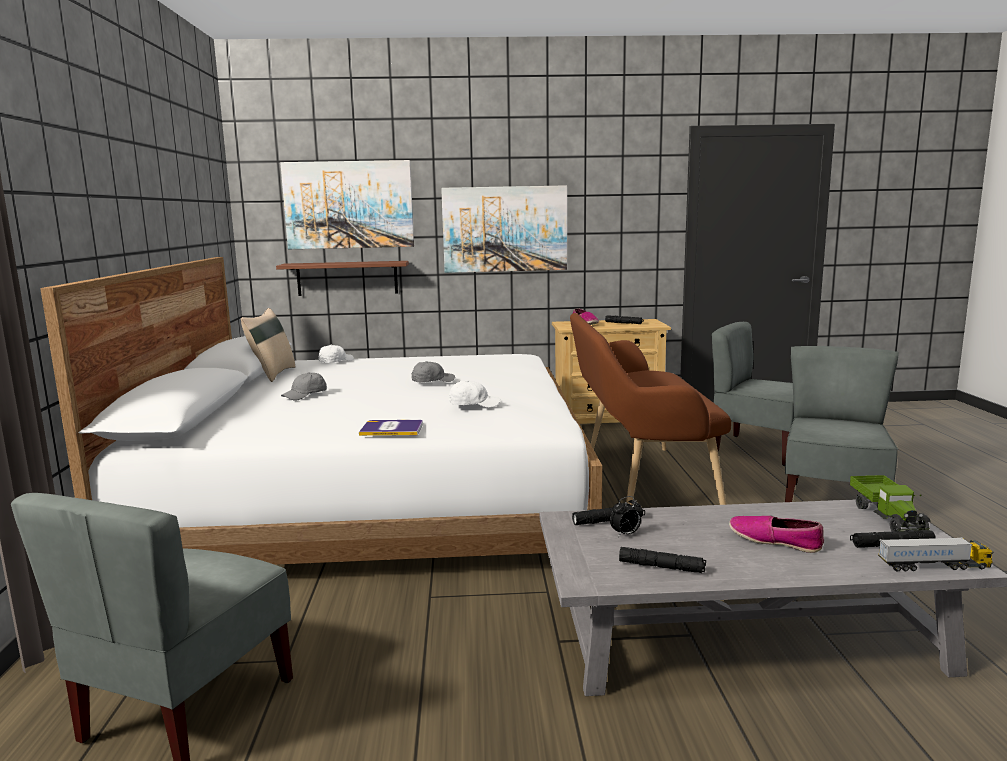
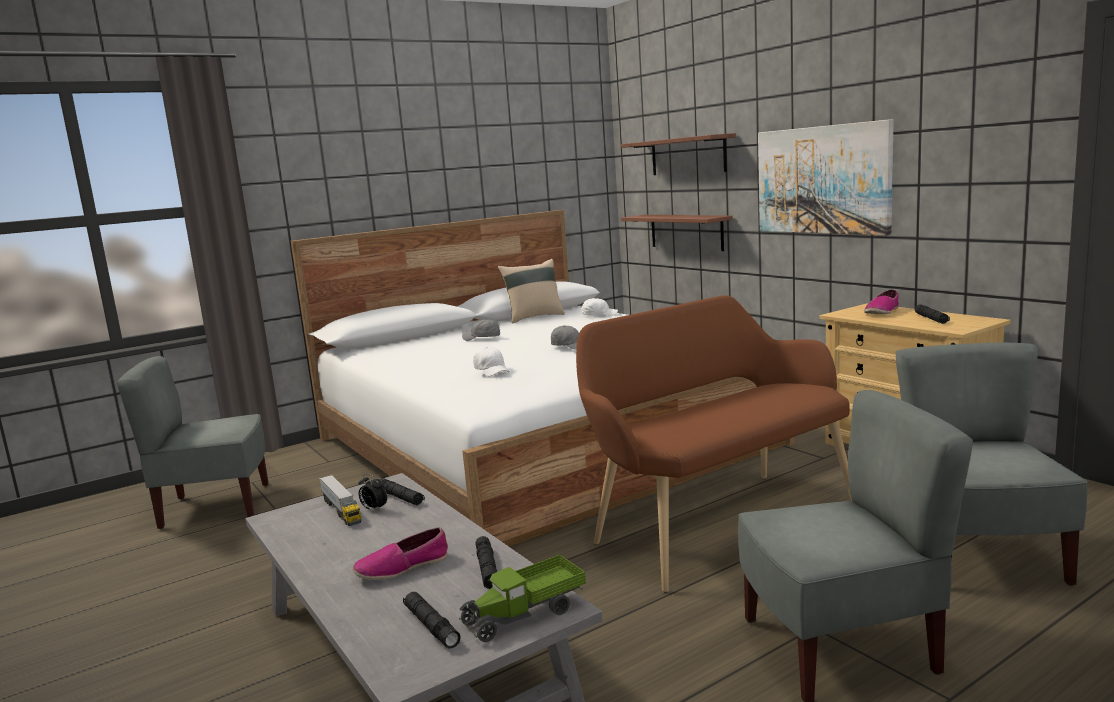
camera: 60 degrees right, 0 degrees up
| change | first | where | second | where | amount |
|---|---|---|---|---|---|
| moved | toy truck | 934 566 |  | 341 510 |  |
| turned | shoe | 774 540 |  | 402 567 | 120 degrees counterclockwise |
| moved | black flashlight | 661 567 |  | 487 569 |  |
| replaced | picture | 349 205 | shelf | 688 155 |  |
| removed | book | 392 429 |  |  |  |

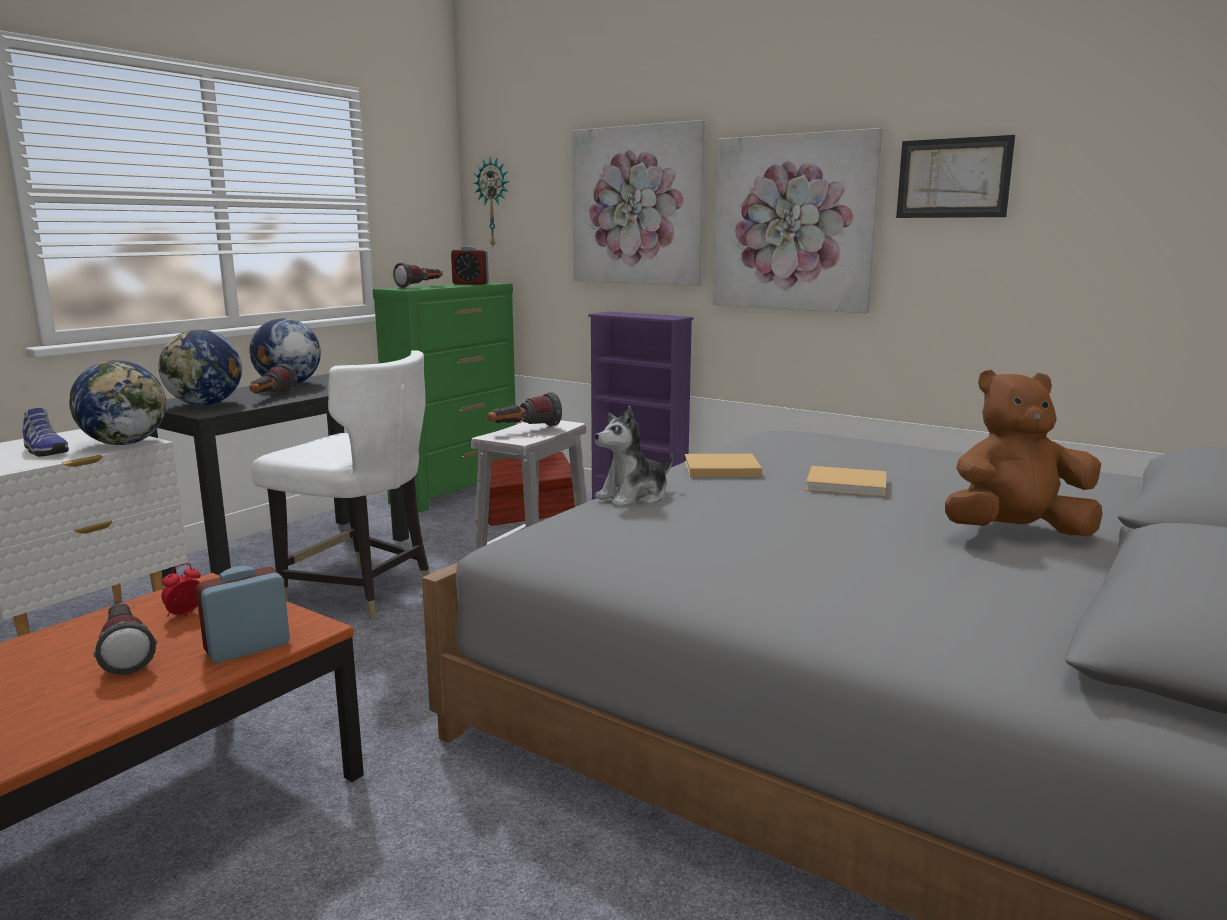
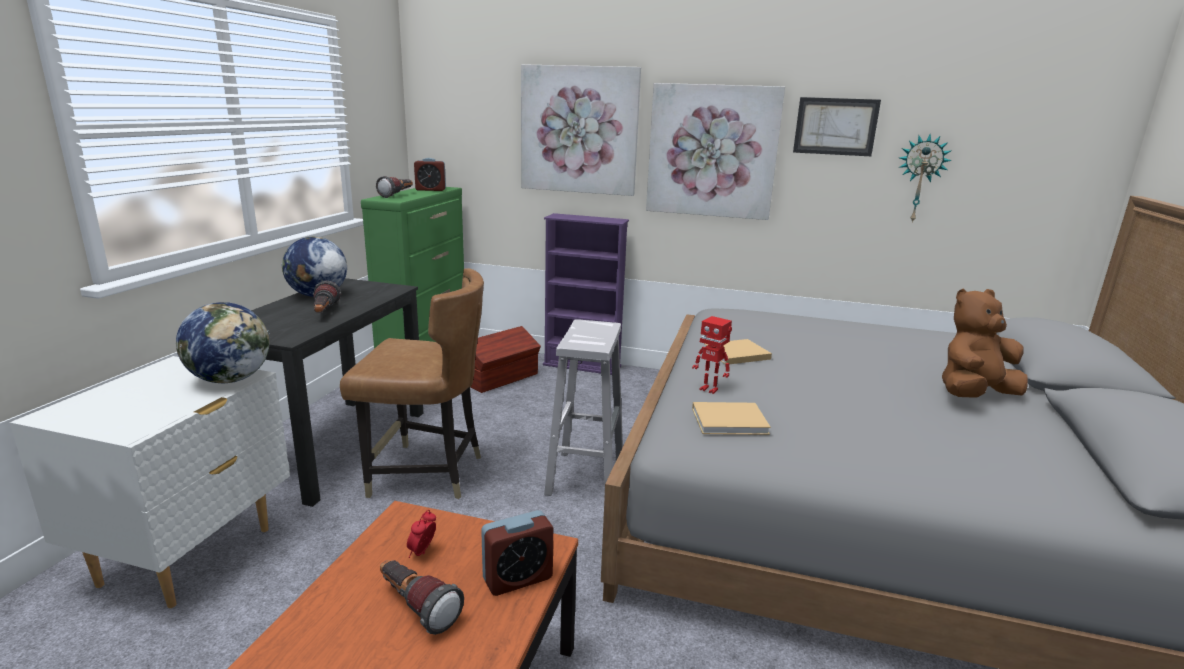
camera: 20 degrees left, 5 degrees up
| change | first | where | second | where | amount |
|---|---|---|---|---|---|
| recoloured | white chair | 360 593 | brown chair | 426 473 |  |
| turned | alarm clock | 247 648 |  | 517 578 | 150 degrees counterclockwise |
| replaced | plush toy | 633 497 | toy robot | 709 389 |  |
| moved | beige book | 849 485 |  | 731 421 |  |
| moved | wall clock | 494 202 |  | 920 178 |  |
| removed | shoe | 44 451 |  |  |  |
| removed | globe | 205 404 |  |  |  |
| removed | flashlight | 524 430 |  |  |  |

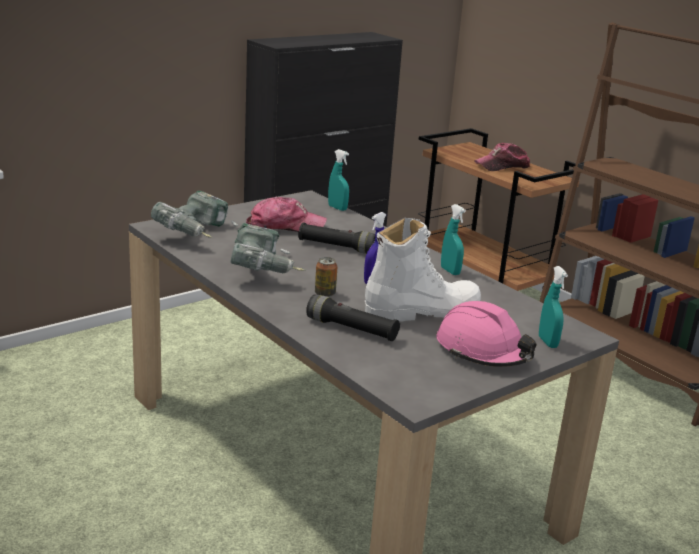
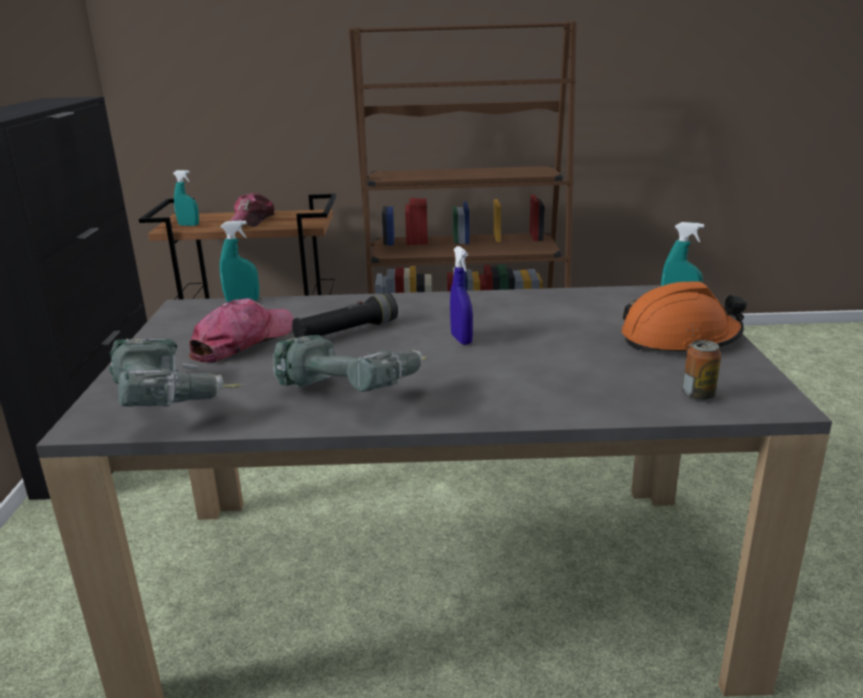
camera: 50 degrees left, 0 degrees up
| change | first | where | second | where | amount |
|---|---|---|---|---|---|
| moved | turquoise spray bottle | 450 271 |  | 189 225 |  |
| recoloured | pink hard hat | 483 351 | orange hard hat | 680 339 |  |
| moved | can | 325 294 |  | 698 395 |  |
| removed | black flashlight | 351 329 |  |  |  |
| removed | white boot | 421 311 |  |  |  |

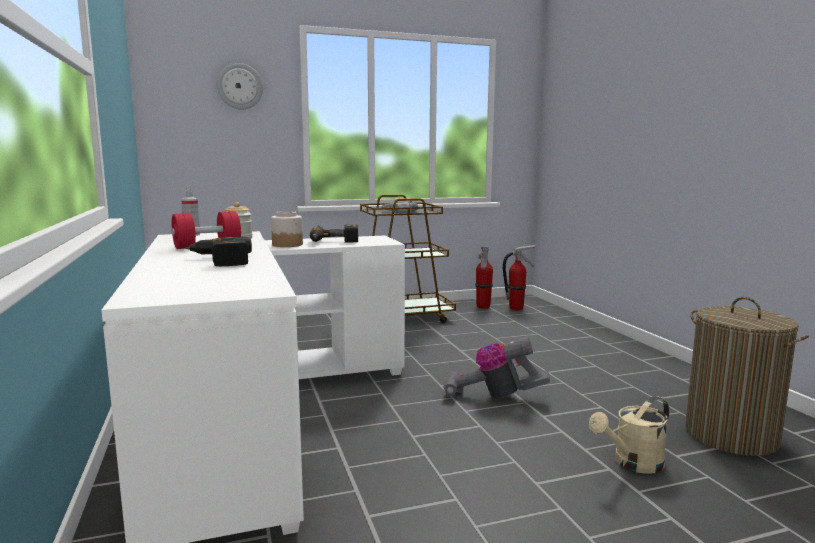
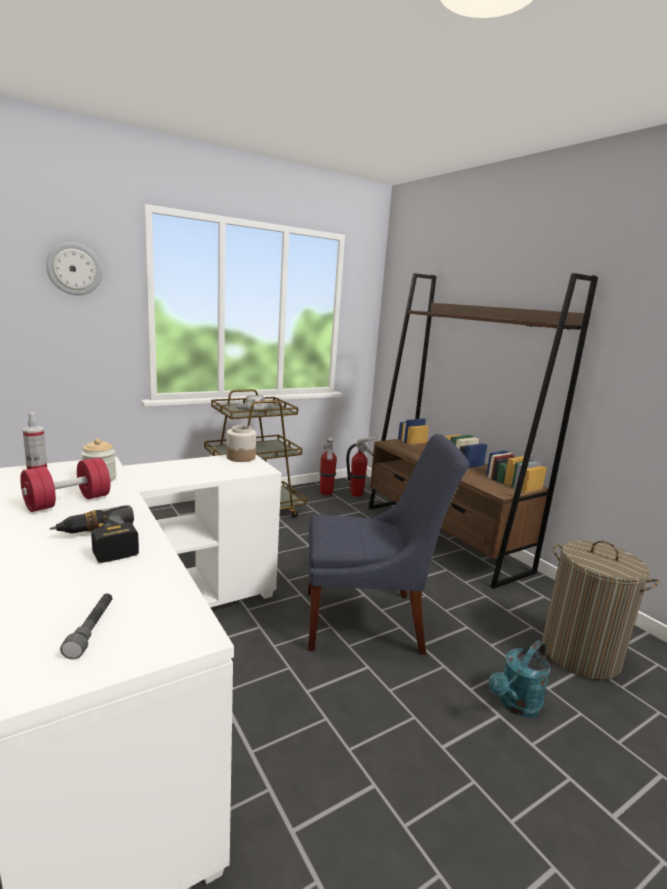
camera: 15 degrees left, 5 degrees up
| change | first | where | second | where | amount |
|---|---|---|---|---|---|
| added |  |  | grey flashlight | 91 631 |  |
| moved | jar | 287 245 |  | 241 457 |  |
| replaced | vacuum cleaner | 493 396 | blue chair | 369 621 |  |
| added |  |  | brown bookcase | 443 537 |  |
| recoloured | beige watering can | 632 464 | turquoise watering can | 516 705 |  |
| removed | power drill | 334 242 |  |  |  |

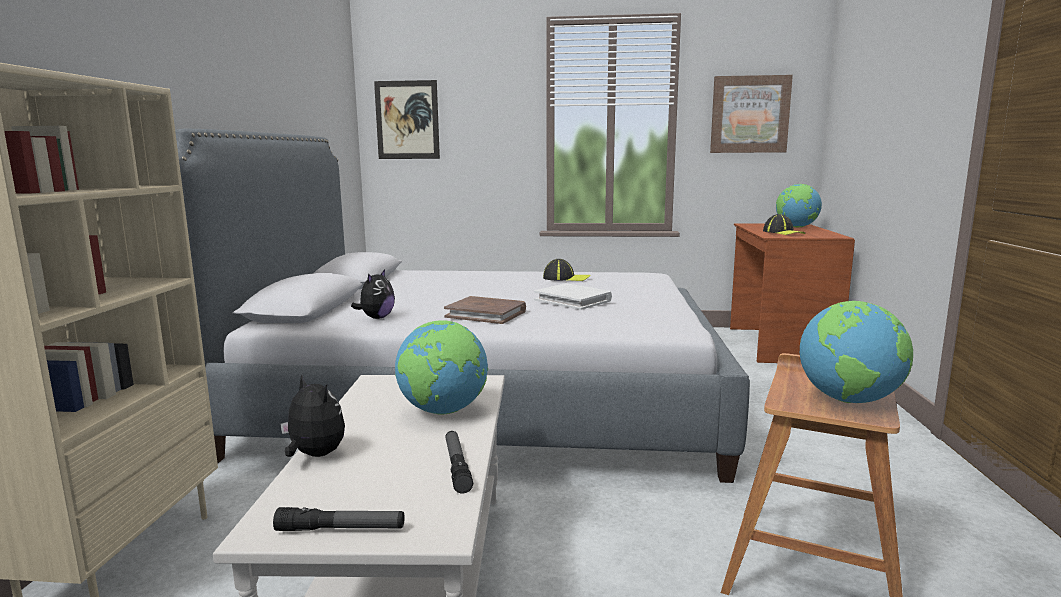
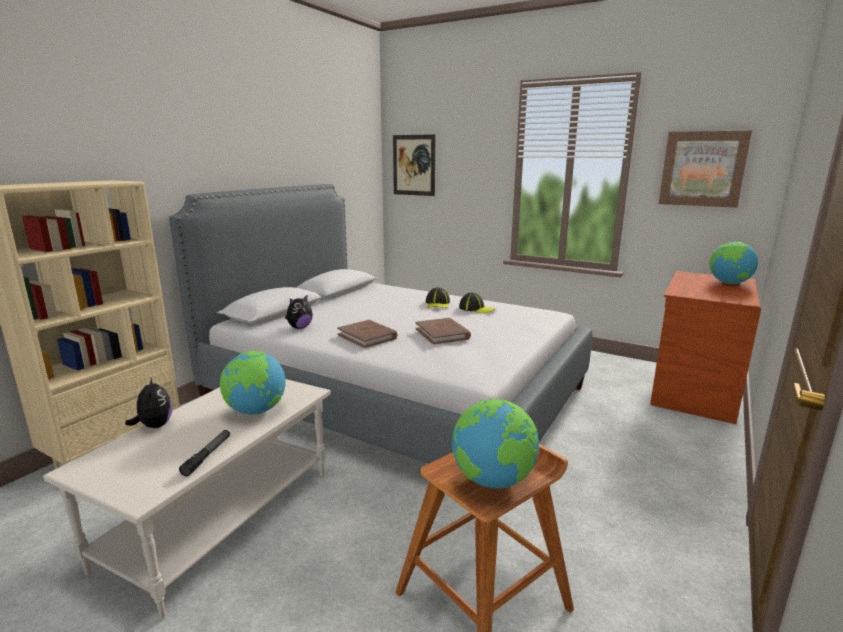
camera: 25 degrees right, 5 degrees up
| change | first | where | second | where | amount |
|---|---|---|---|---|---|
| recoloured | white book | 573 300 | brown book | 442 334 |  |
| moved | cap | 783 232 |  | 438 304 |  |
| removed | flashlight | 341 529 |  |  |  |

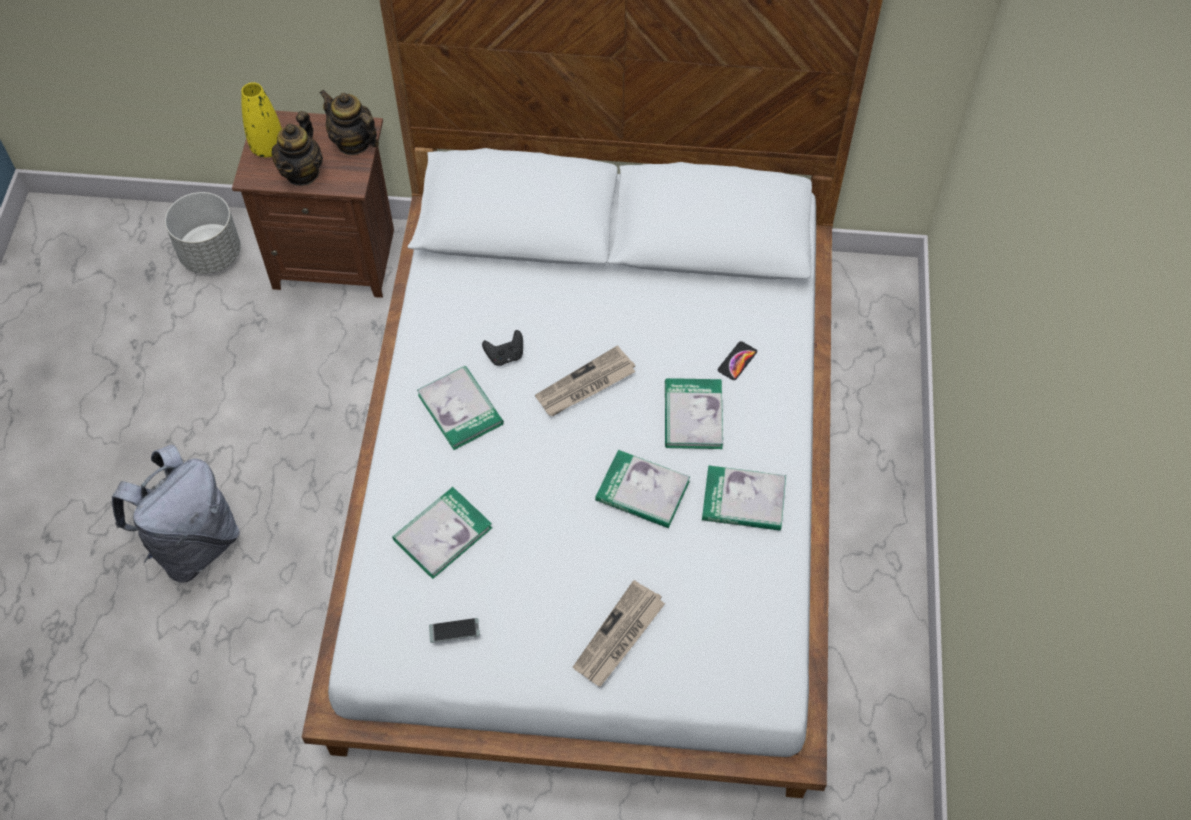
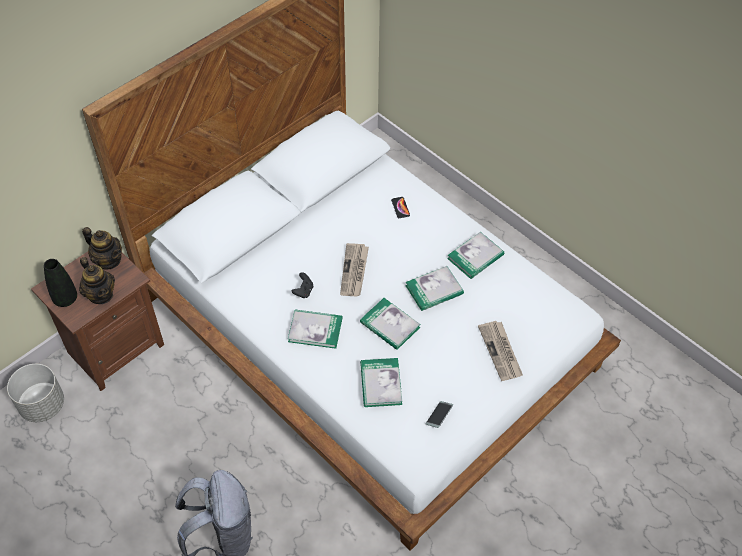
camera: 50 degrees left, 5 degrees down
| change | first | where | second | where | amount |
|---|---|---|---|---|---|
| recoloured | yellow vase | 268 148 | black vase | 65 299 |  |
| turned | teapot | 353 143 |  | 108 260 | 135 degrees counterclockwise |
| moved | book | 693 415 |  | 390 325 |  |

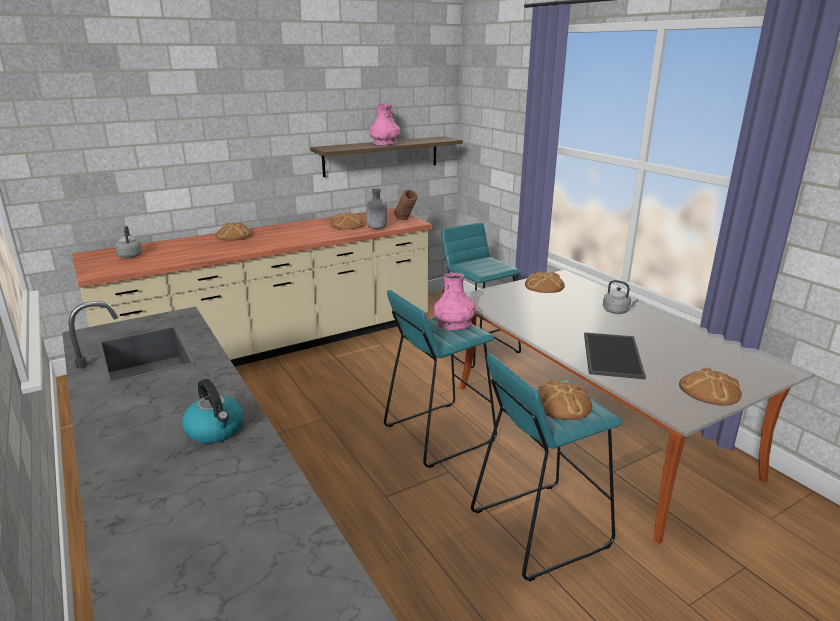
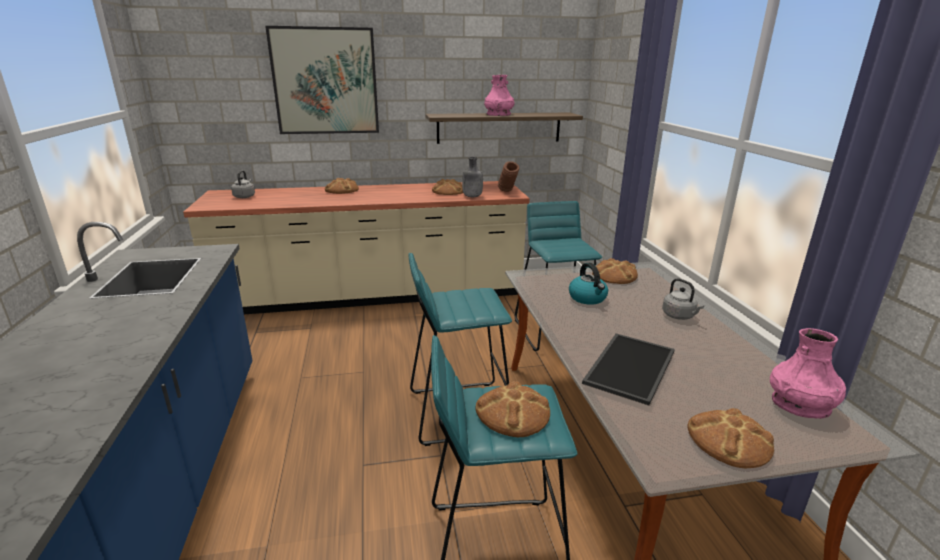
camera: 20 degrees right, 0 degrees up
| change | first | where | second | where | amount |
|---|---|---|---|---|---|
| added |  |  | picture | 325 81 |  |
| moved | kettle | 216 430 |  | 588 298 |  |
| moved | pink vase | 454 324 |  | 800 405 |  |

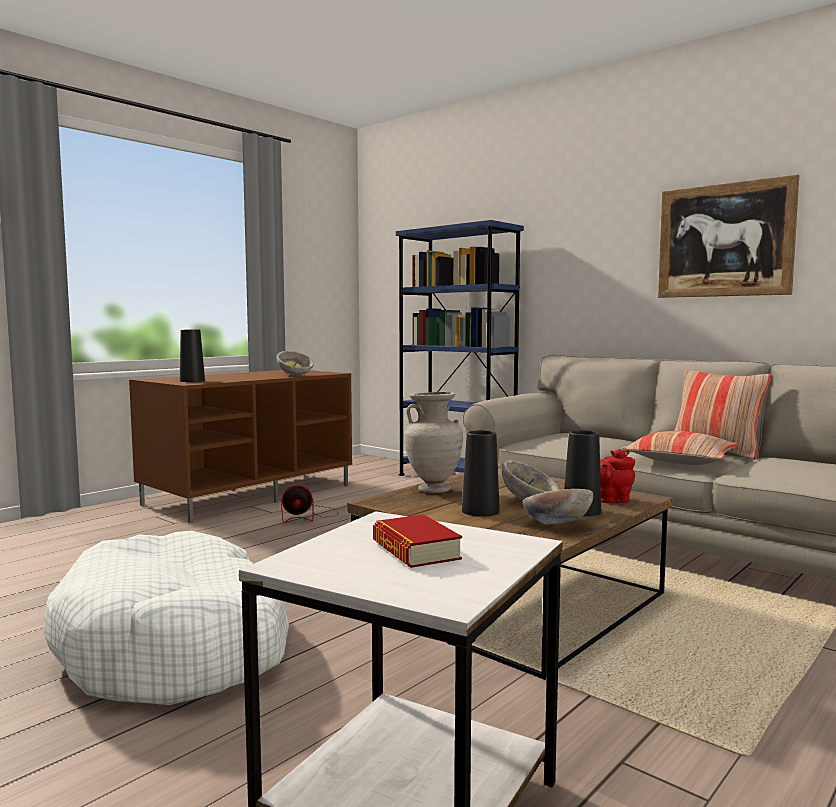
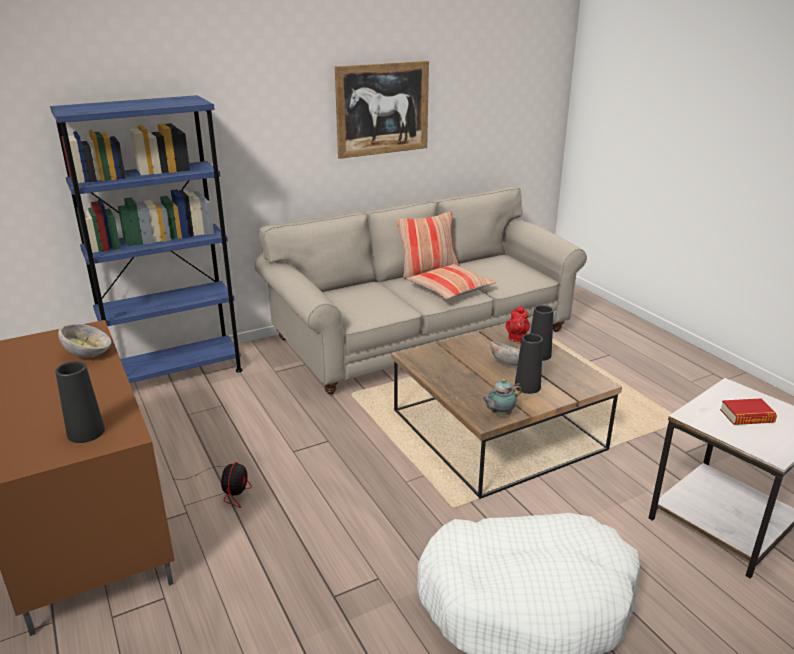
camera: 70 degrees left, 20 degrees up
| change | first | where | second | where | amount |
|---|---|---|---|---|---|
| added |  |  | teapot | 499 414 |  |
| removed | beige vase | 433 490 |  |  |  |
| removed | bowl | 556 526 |  |  |  |

